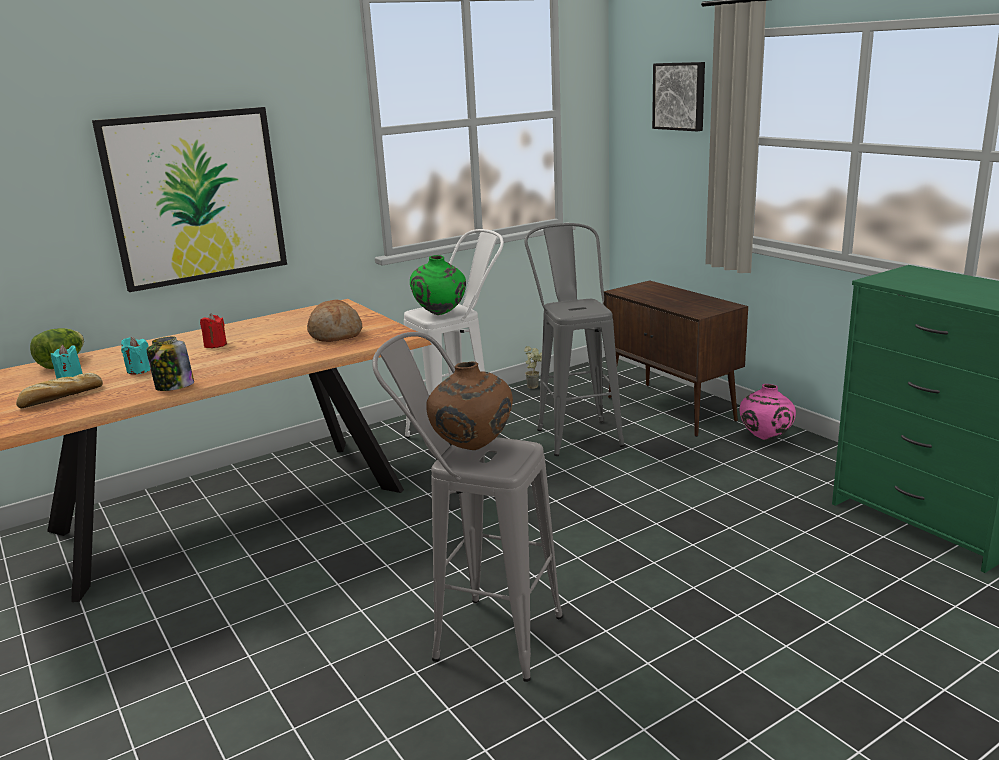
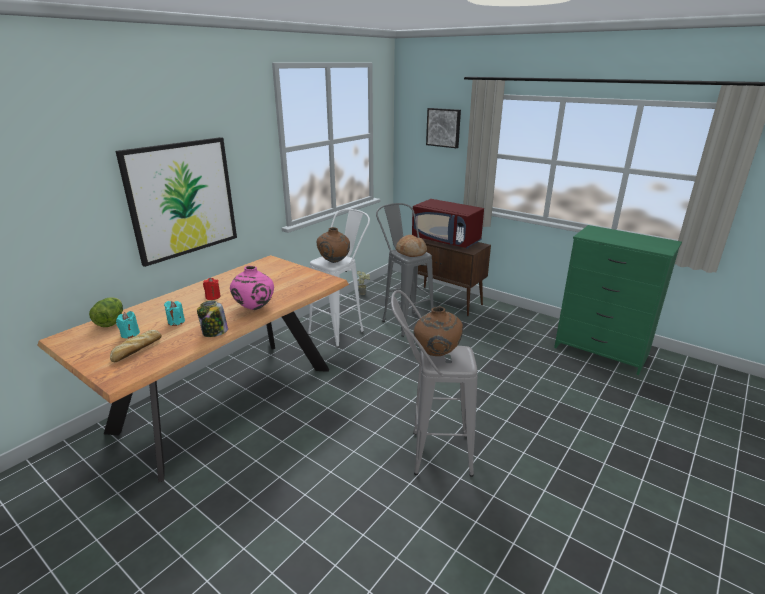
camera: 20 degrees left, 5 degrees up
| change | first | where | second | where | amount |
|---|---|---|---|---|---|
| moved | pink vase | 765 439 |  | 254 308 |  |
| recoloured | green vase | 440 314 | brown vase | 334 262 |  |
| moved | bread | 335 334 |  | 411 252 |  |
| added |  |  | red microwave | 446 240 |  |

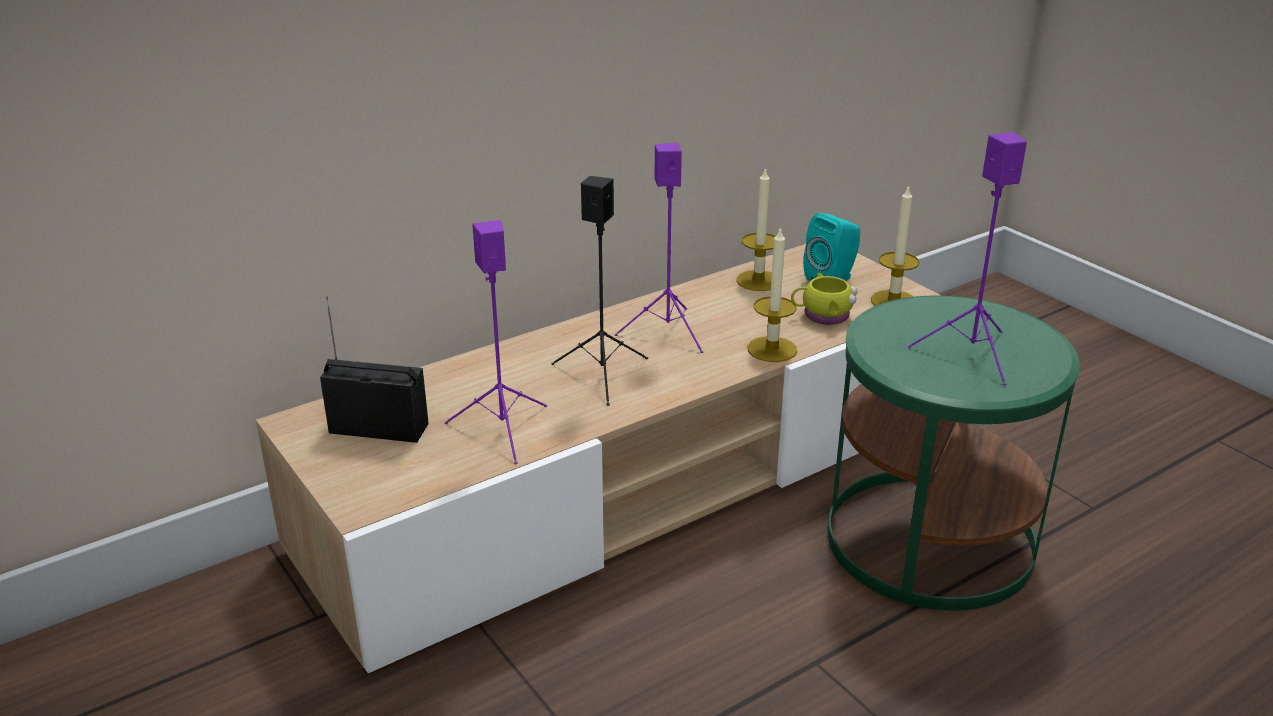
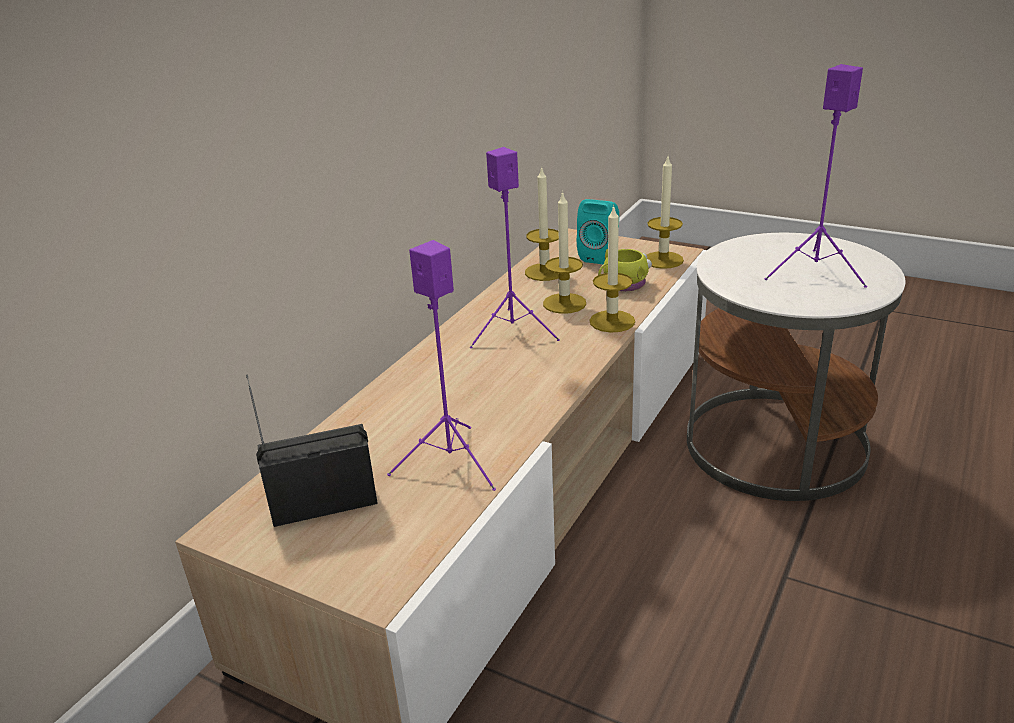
camera: 25 degrees left, 0 degrees up
| change | first | where | second | where | amount |
|---|---|---|---|---|---|
| added |  |  | candle | 564 303 |  |
| recoloured | green side table | 928 540 | white side table | 774 445 |  |
| removed | black speaker | 603 374 |  |  |  |

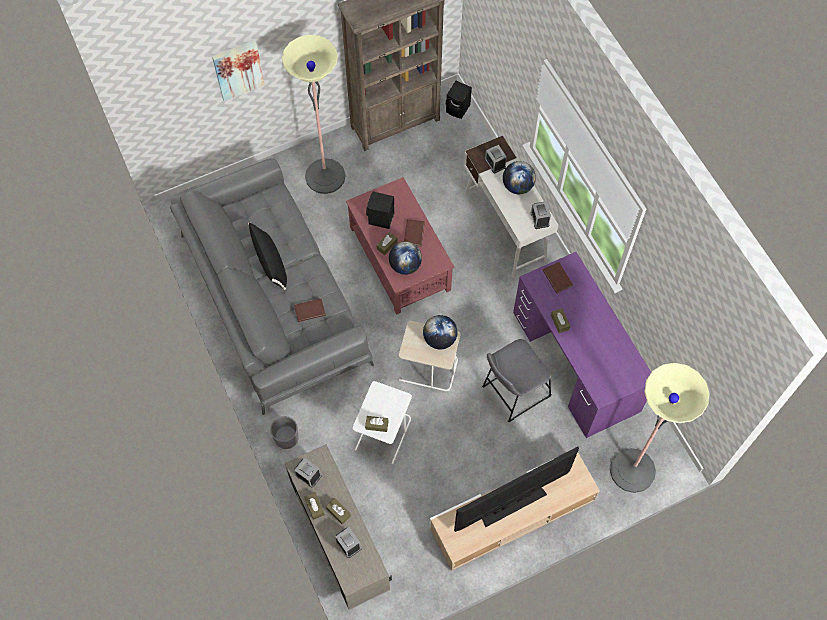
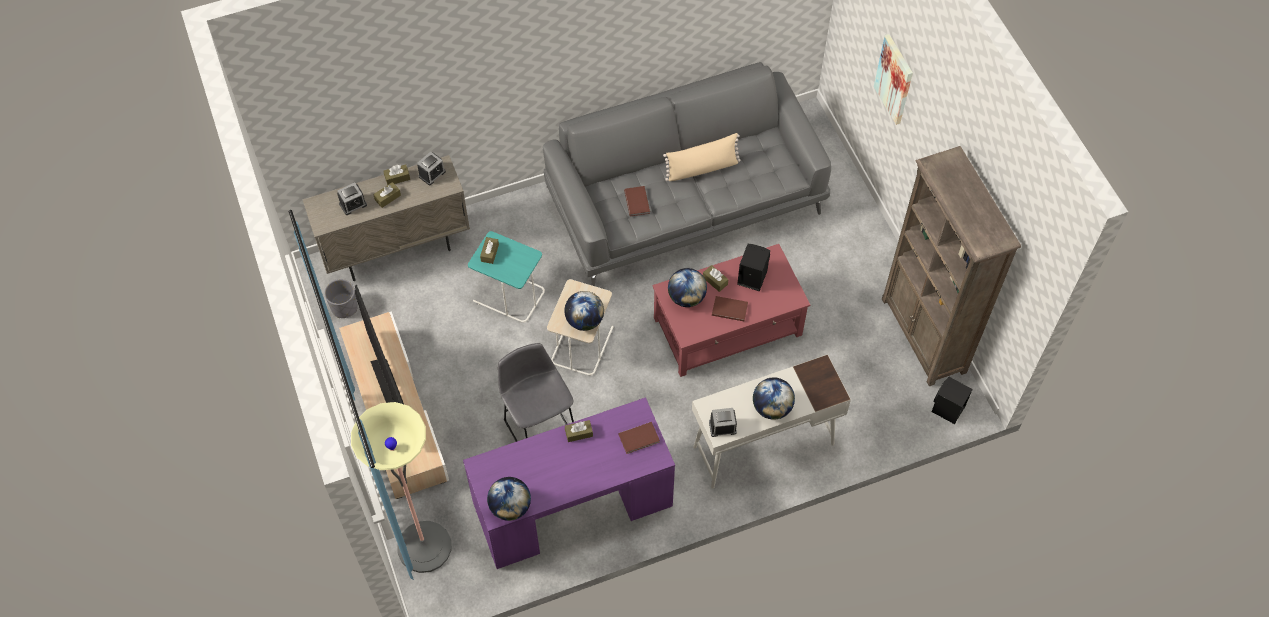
camera: 95 degrees right, 5 degrees down
| change | first | where | second | where | amount |
|---|---|---|---|---|---|
| moved | grey planter | 286 438 |  | 344 307 |  |
| recoloured | white side table | 384 434 | turquoise side table | 508 295 |  |
| added |  |  | globe | 510 507 |  |
| recoloured | black pillow | 270 262 | beige pillow | 702 168 |  |
| removed | floor lamp | 325 176 |  |  |  |
| removed | alarm clock | 495 163 |  |  |  |

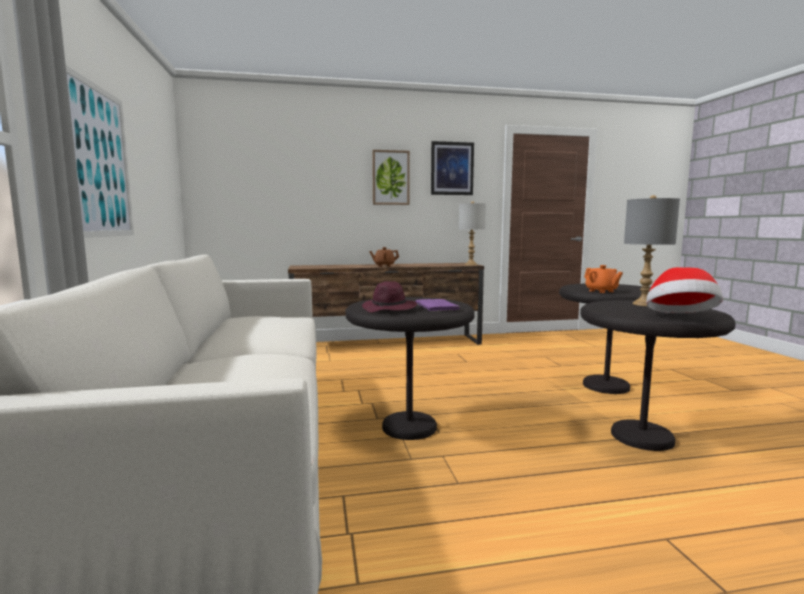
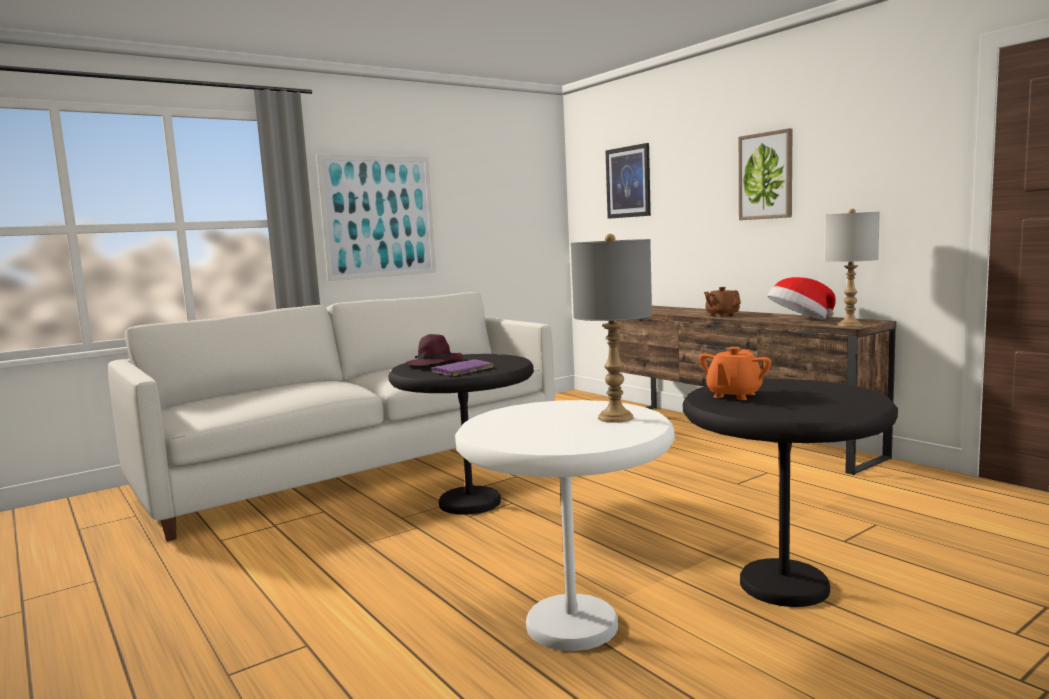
camera: 65 degrees right, 0 degrees up
| change | first | where | second | where | amount |
|---|---|---|---|---|---|
| recoloured | black side table | 642 437 | white side table | 572 625 |  |
| moved | picture | 452 168 |  | 628 182 |  |
| moved | hat | 680 318 |  | 800 320 |  |

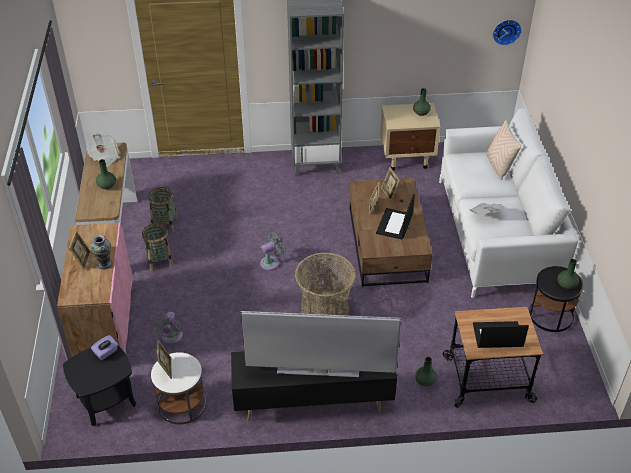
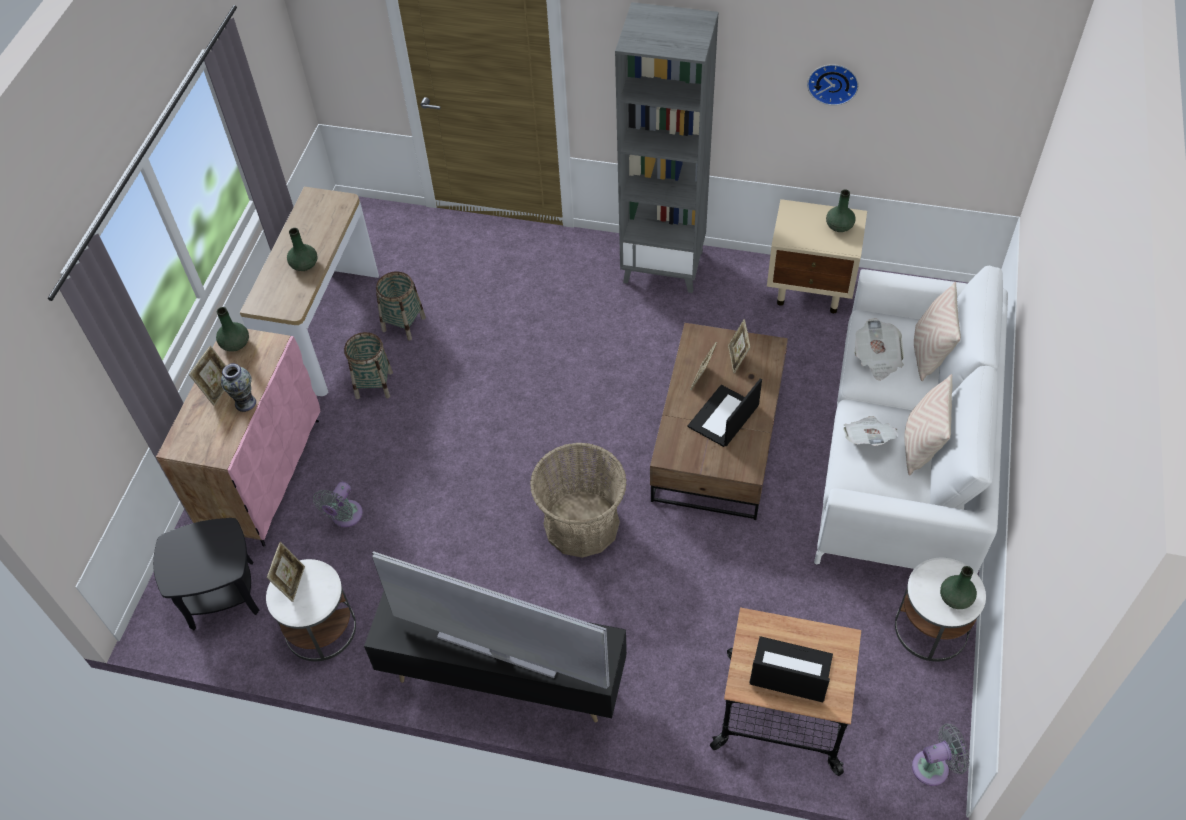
camera: 20 degrees right, 10 degrees up
| change | first | where | second | where | amount |
|---|---|---|---|---|---|
| moved | green vase | 425 381 |  | 236 344 |  |
| moved | wall clock | 506 31 |  | 833 82 |  |
| moved | newspaper | 104 157 |  | 877 358 |  |
| recoloured | black side table | 551 315 | white side table | 931 628 |  |
| added |  |  | beige pillow | 920 445 |  |
| moved | grey fan | 271 262 |  | 934 767 |  |
| removed | purple tissue box | 106 352 |  |  |  |

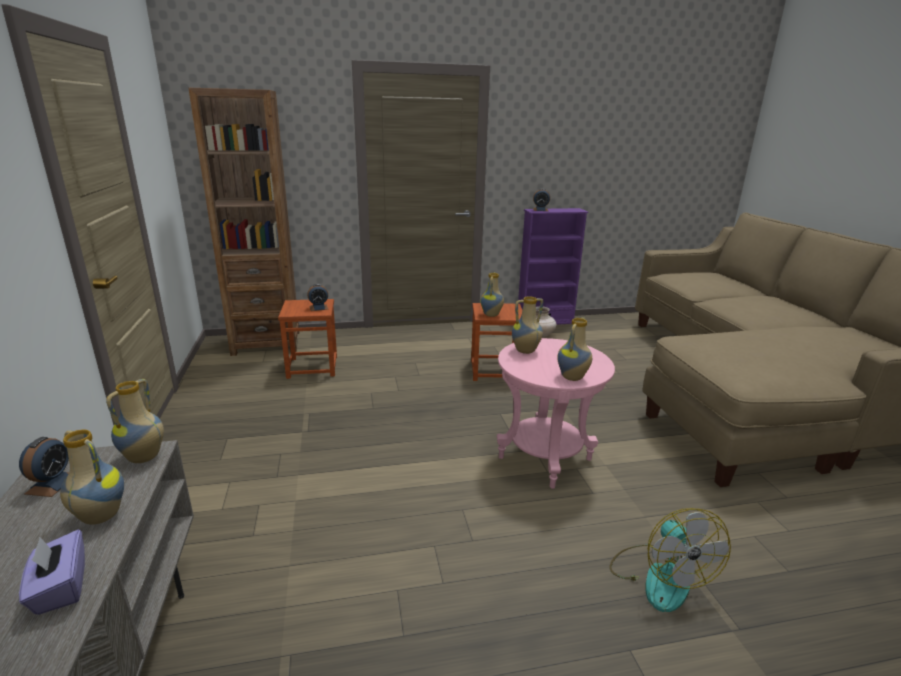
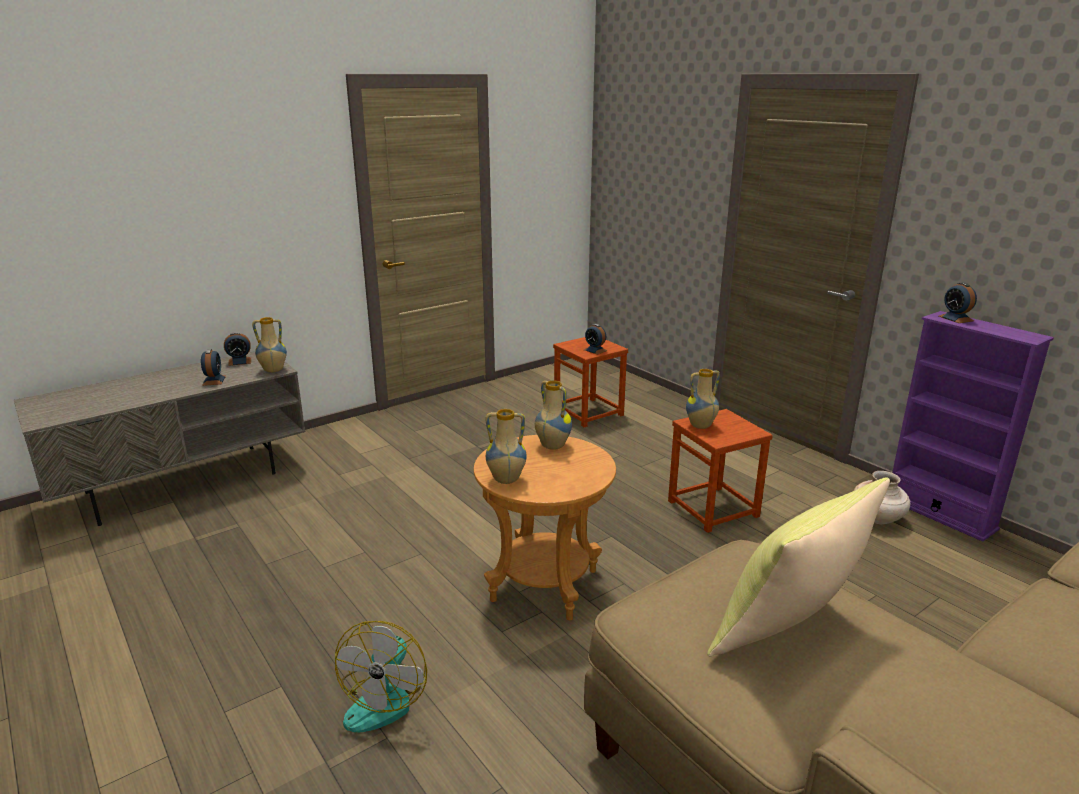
camera: 65 degrees right, 0 degrees up
| change | first | where | second | where | amount |
|---|---|---|---|---|---|
| replaced | vase | 99 516 | alarm clock | 214 380 |  |
| turned | fan | 659 576 |  | 385 698 | 45 degrees counterclockwise |
| recoloured | pink side table | 544 458 | brown side table | 544 585 |  |
| added |  |  | yellow pillow | 787 629 |  |
| removed | purple tissue box | 60 588 |  |  |  |
| removed | brown bookcase | 266 343 |  |  |  |

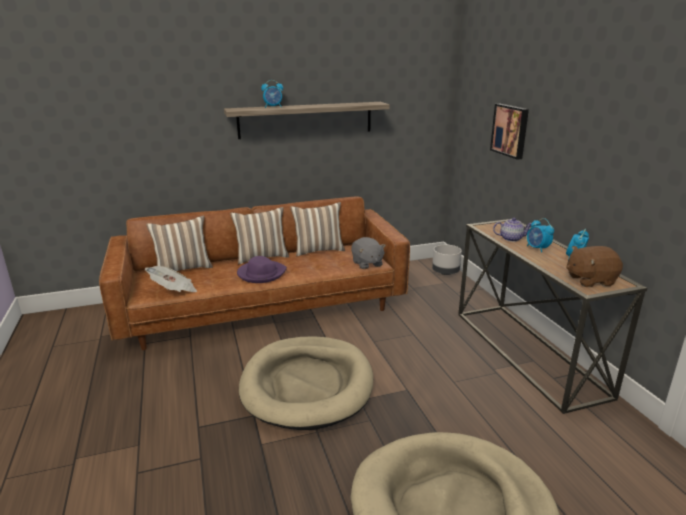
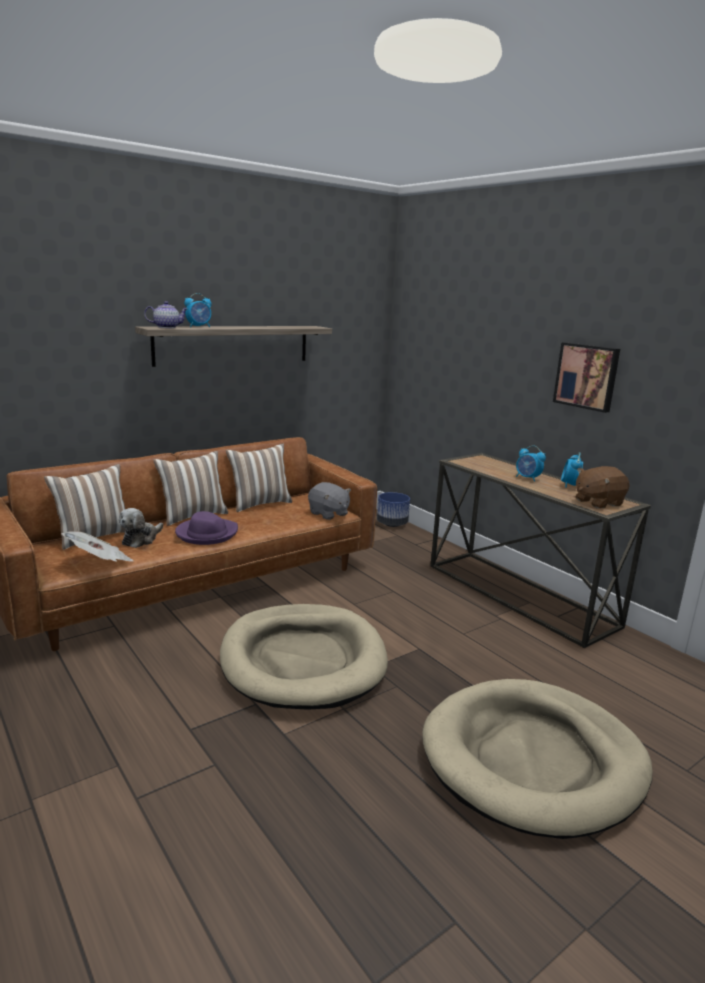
camera: 20 degrees left, 5 degrees down
| change | first | where | second | where | amount |
|---|---|---|---|---|---|
| added |  |  | plush toy | 141 539 |  |
| moved | teapot | 511 238 |  | 166 327 |  |
| recoloured | grey planter | 445 272 | blue planter | 392 524 |  |
| moved | picture | 510 130 |  | 587 376 |  |

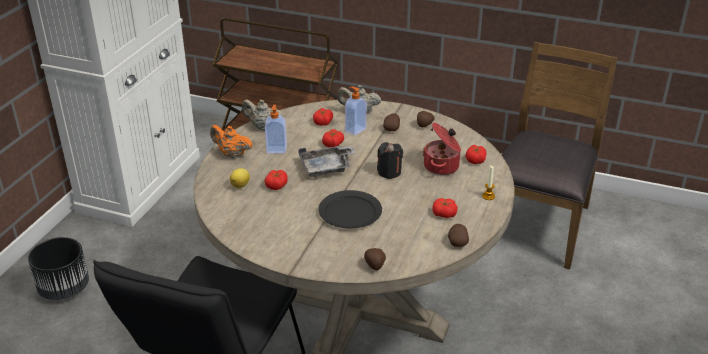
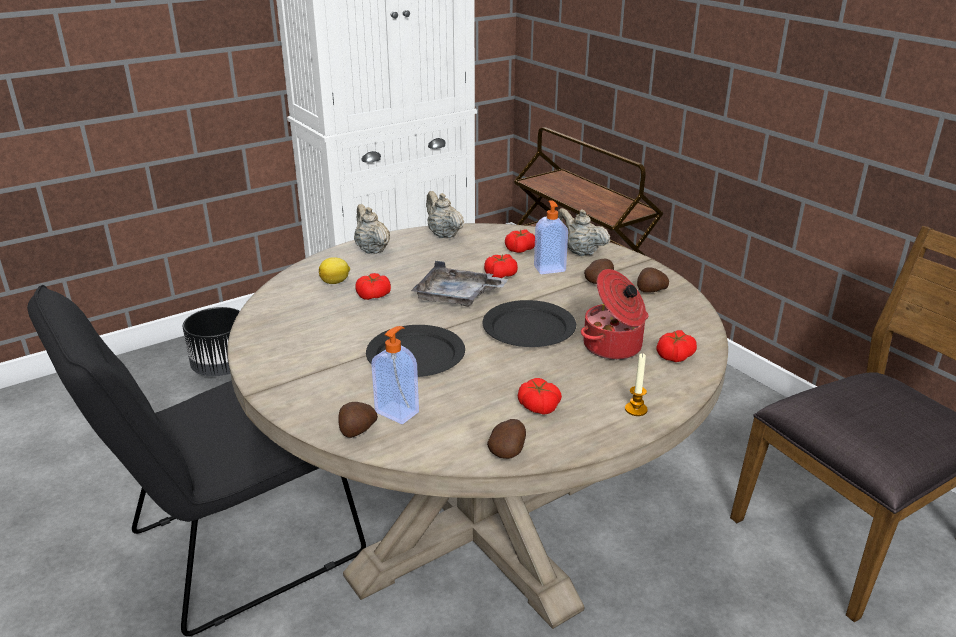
camera: 35 degrees right, 5 degrees down
| change | first | where | second | where | amount |
|---|---|---|---|---|---|
| recoloured | orange teapot | 232 154 | beige teapot | 372 249 |  |
| moved | soap dispenser | 276 149 |  | 398 411 |  |
| replaced | black candle | 389 172 | black plate | 529 328 |  |

